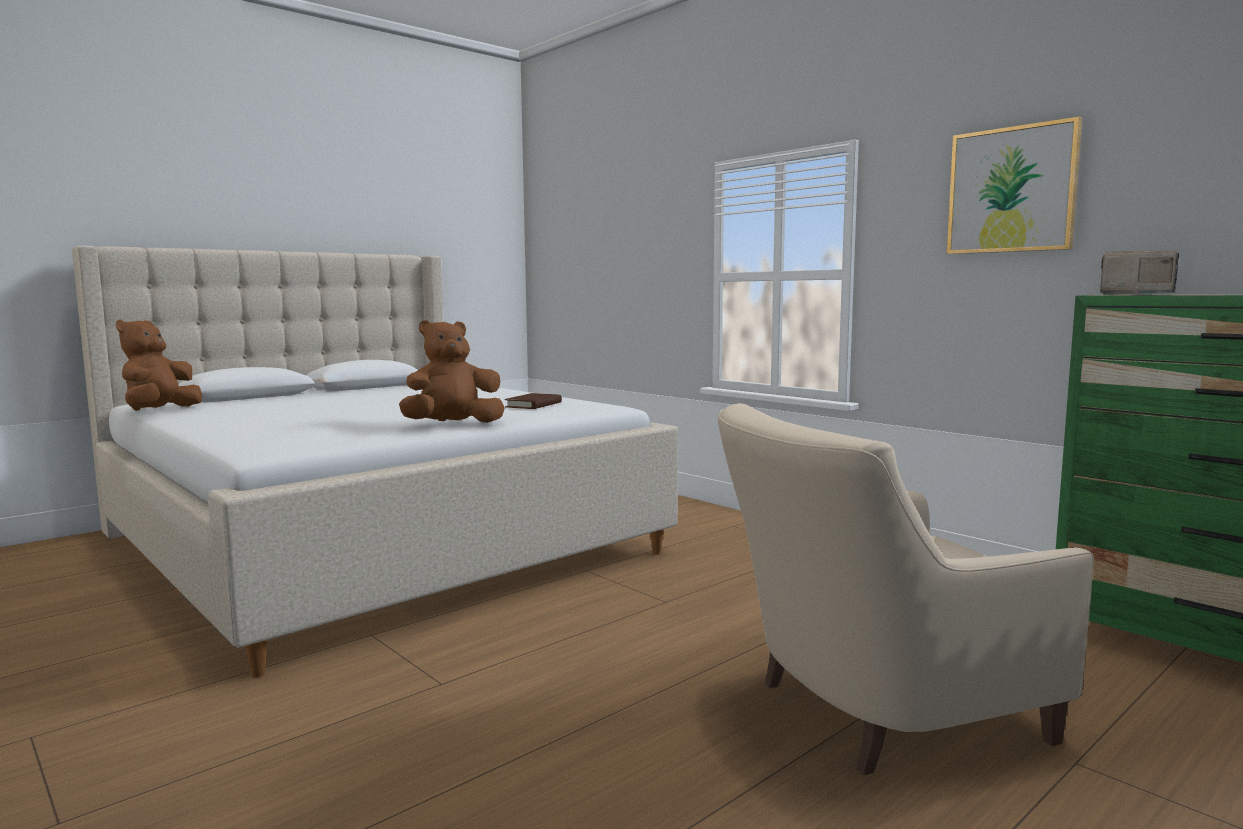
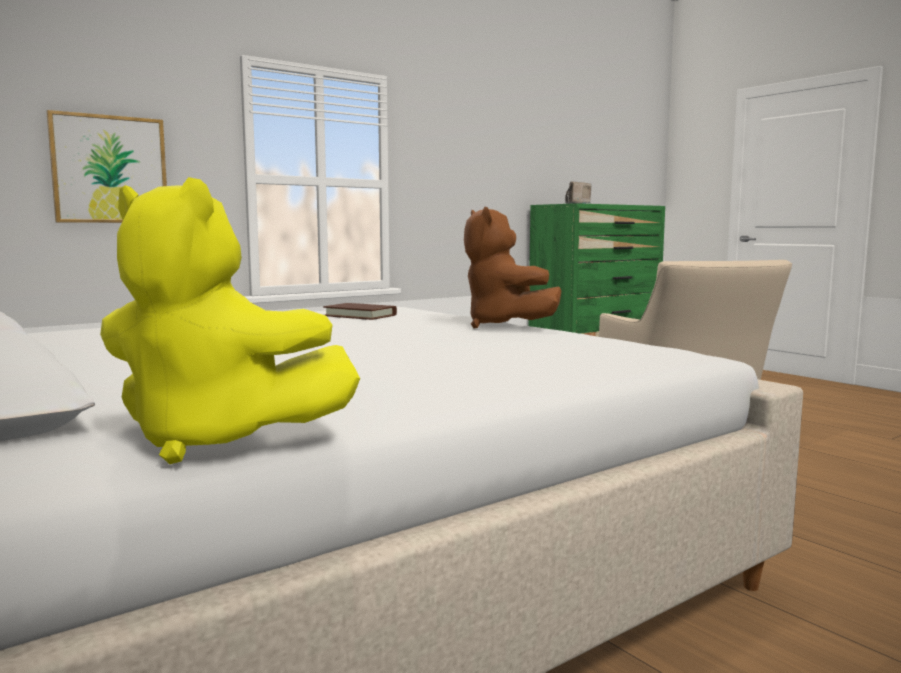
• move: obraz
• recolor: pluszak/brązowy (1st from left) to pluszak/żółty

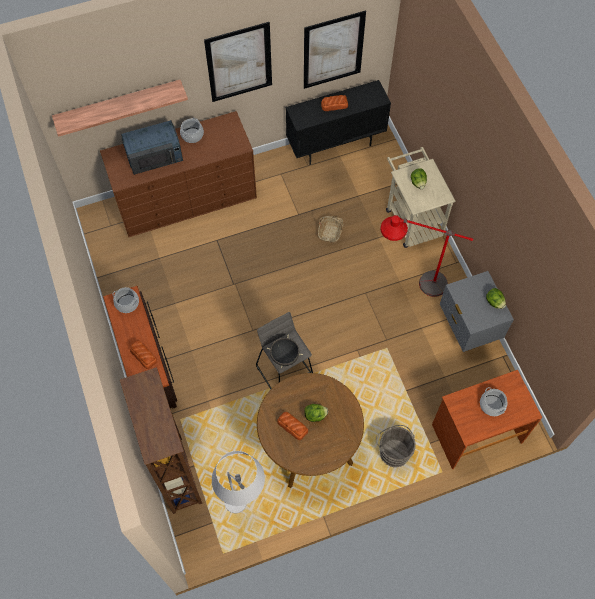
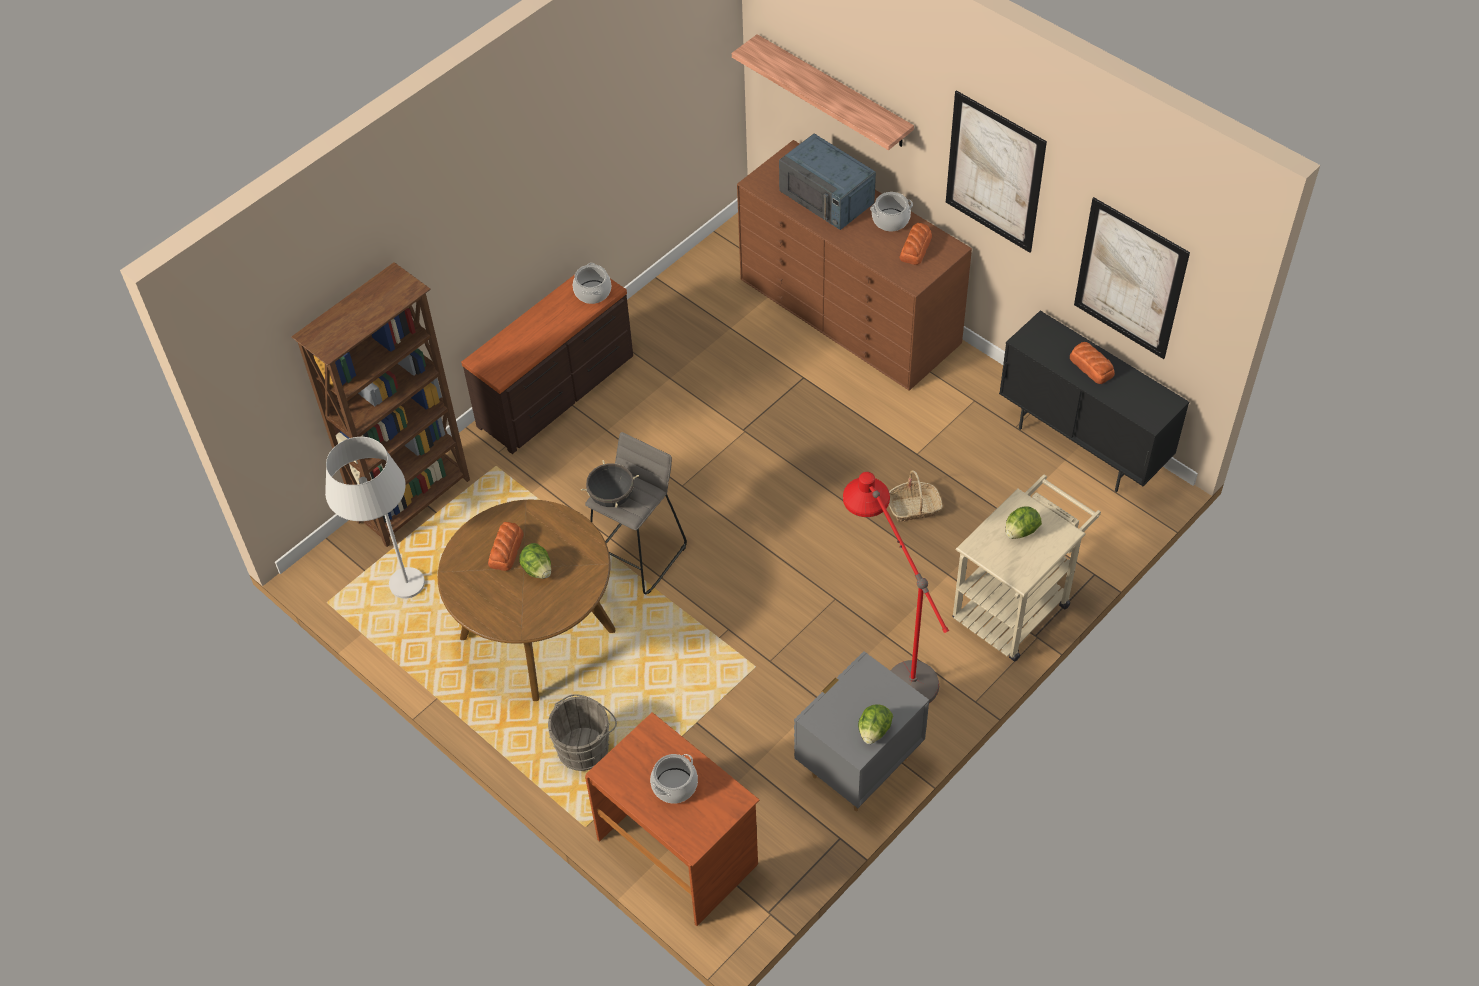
• move: chleb (1st from left in the first image) to chleb (2nd from left)

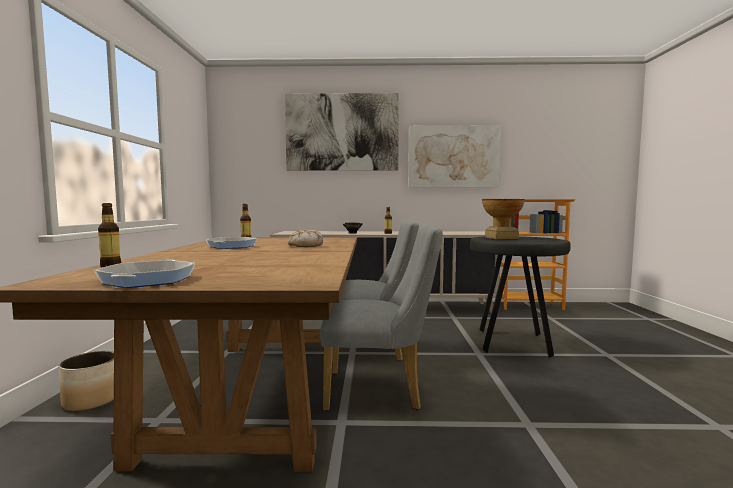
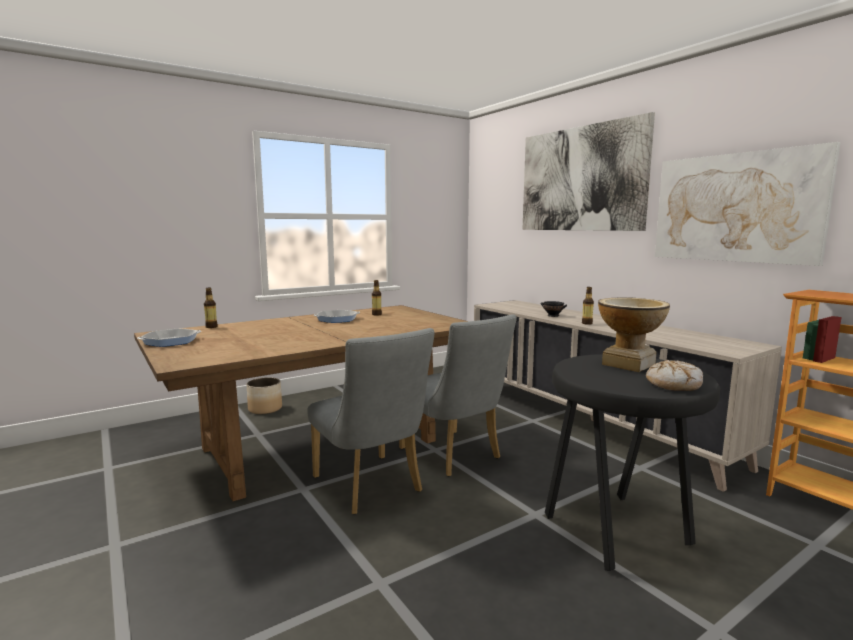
• move: chleb

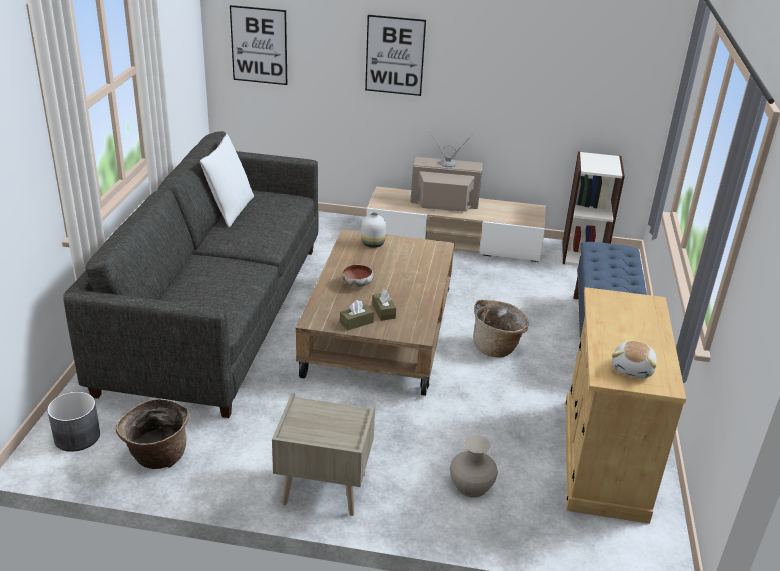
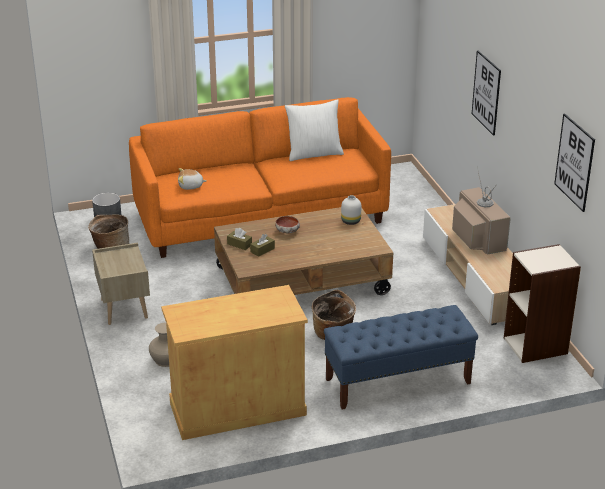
• move: obraz (1st from left in the first image) to obraz (2nd from left)
• recolor: kanapa/szary to kanapa/pomarańczowy
• move: pluszak

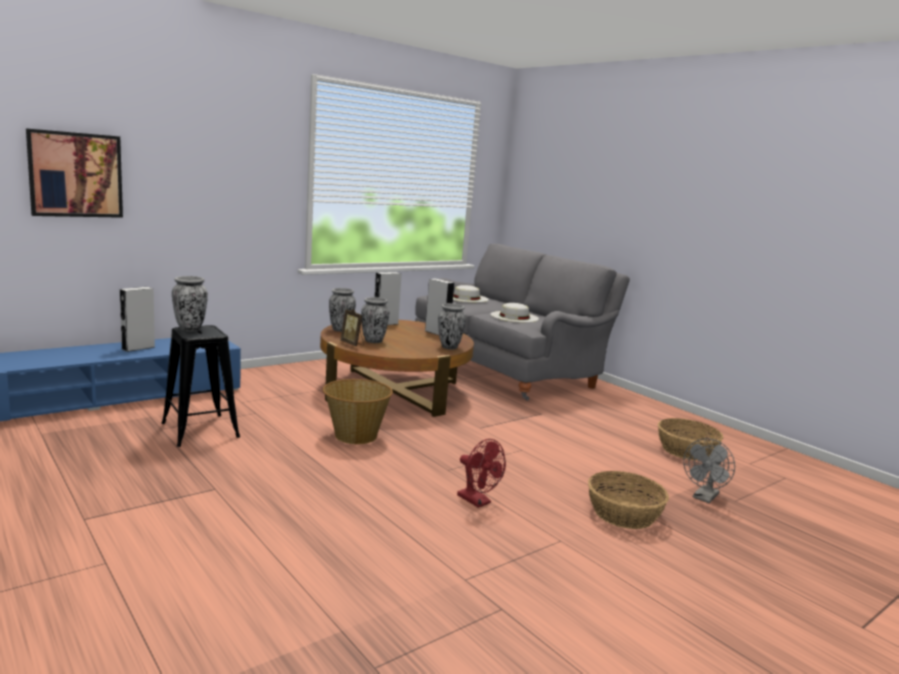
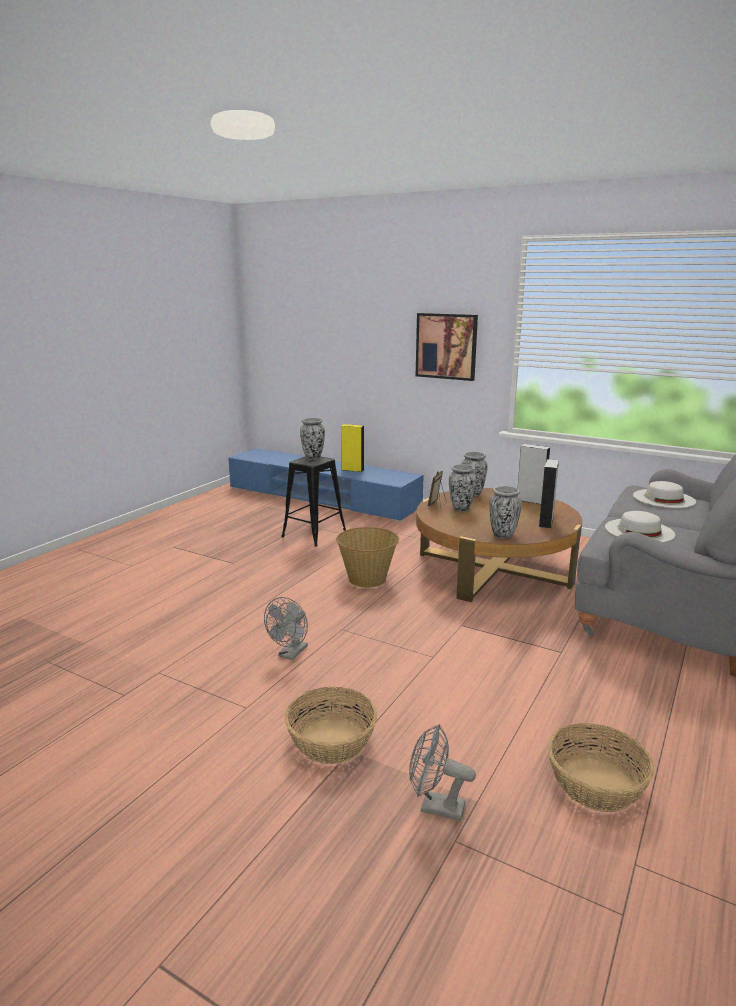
• move: obraz
• recolor: głośnik/szary (1st from left) to głośnik/żółty
• recolor: wentylator/czerwony to wentylator/szary (1st from left)

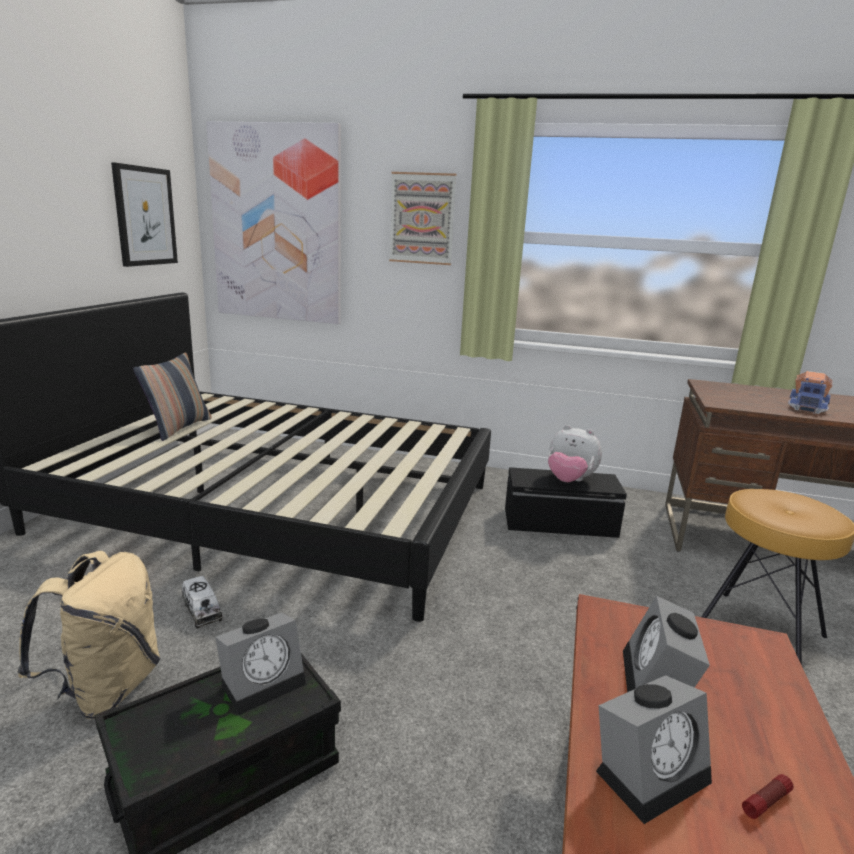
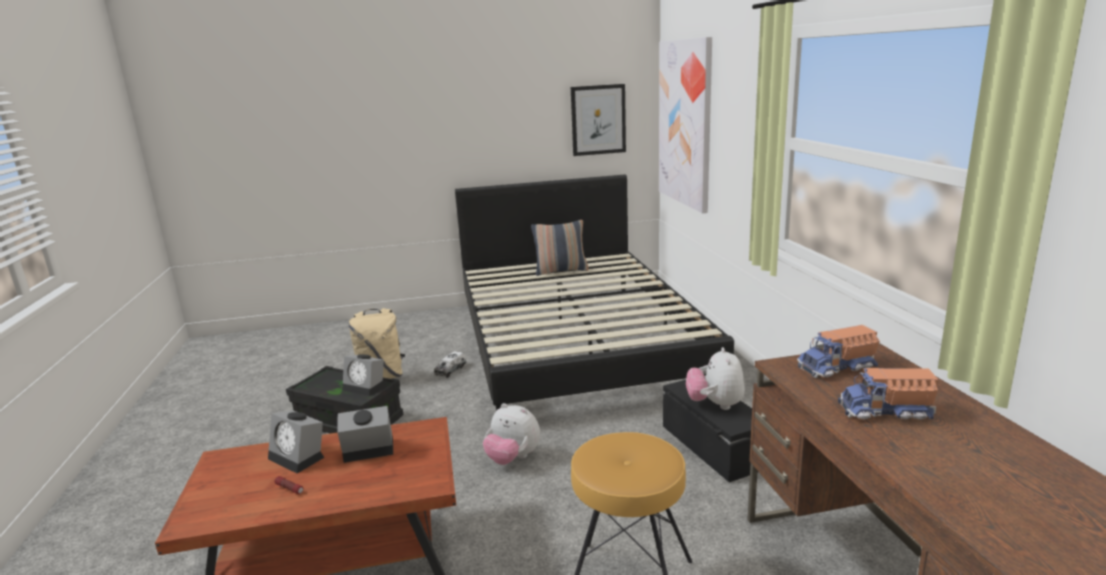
• delete: obraz (3rd from left)
• insert: ciężarówka zabawkowa (2nd from left)
• insert: pluszak (1st from left)

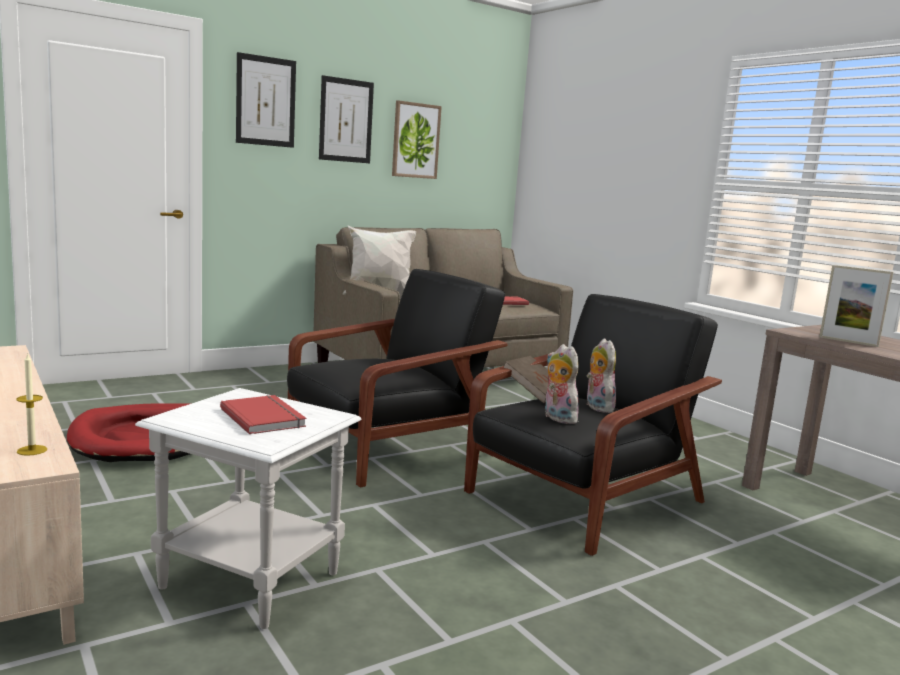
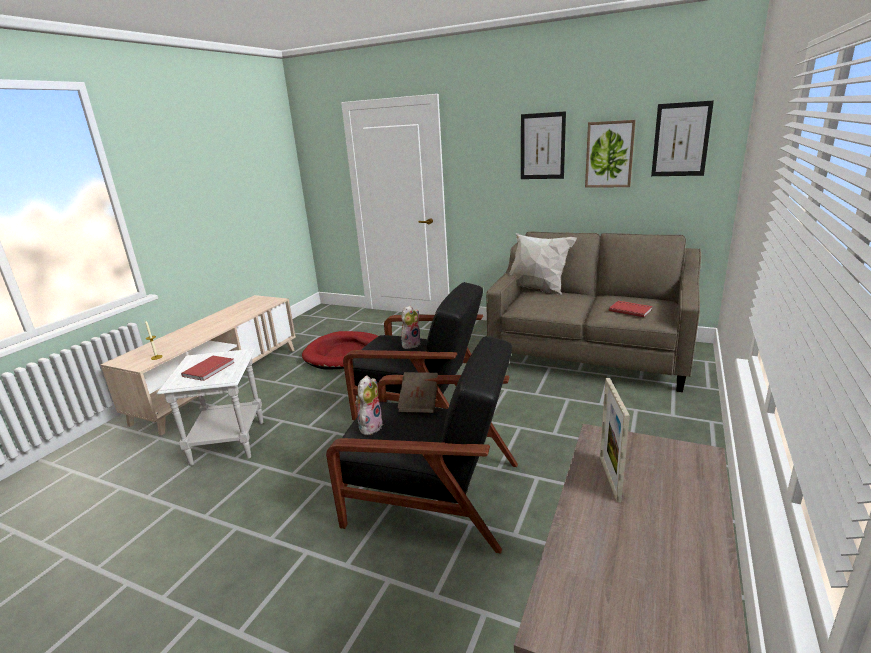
• move: obraz (1st from left in the first image) to obraz (3rd from left)
• move: pluszak (2nd from left)

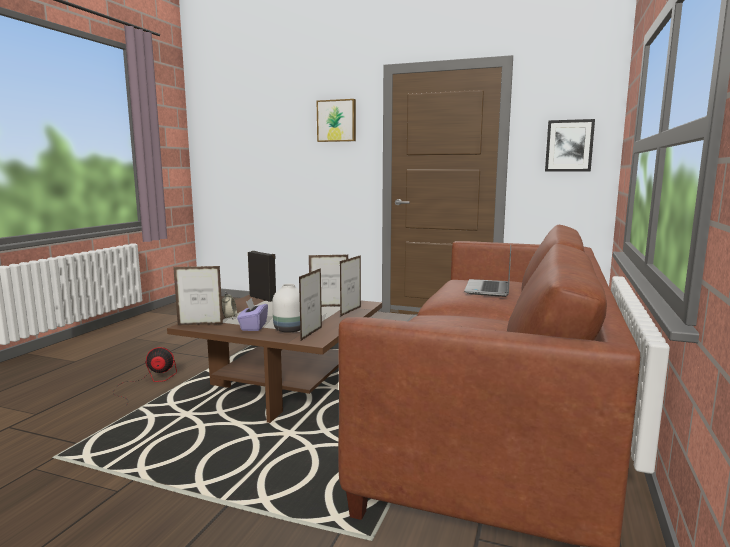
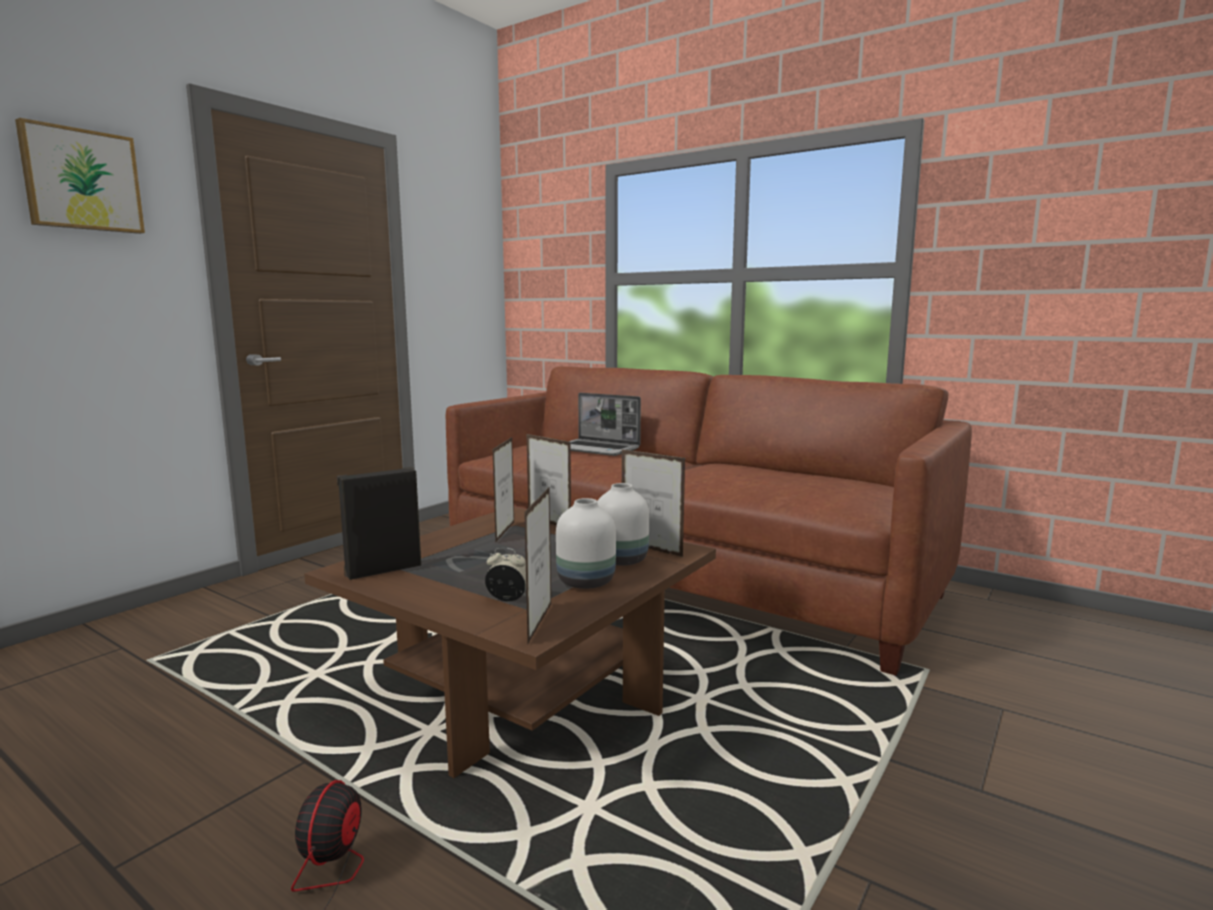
• delete: obraz (2nd from left)
• replace: pudełko chusteczek/fioletowy to wazon/biały (1st from left)

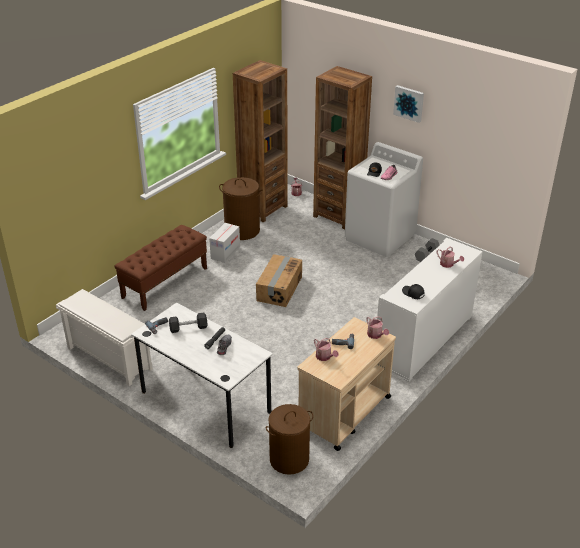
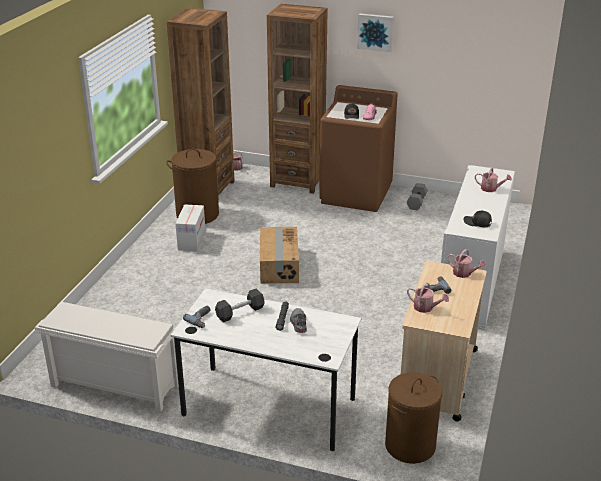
• recolor: pralka/biały to pralka/brązowy
• delete: ławka/brązowy

